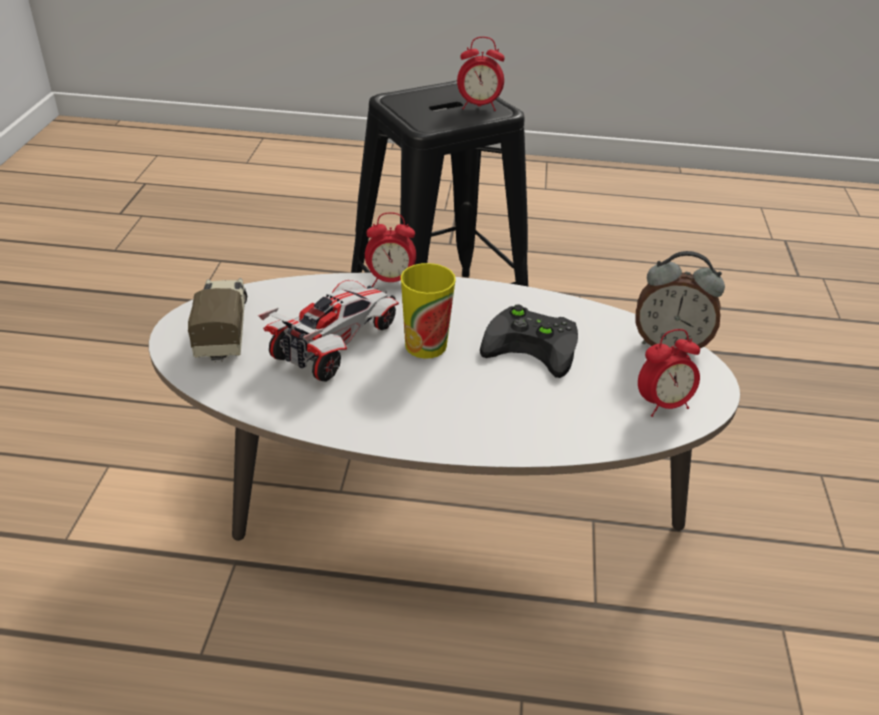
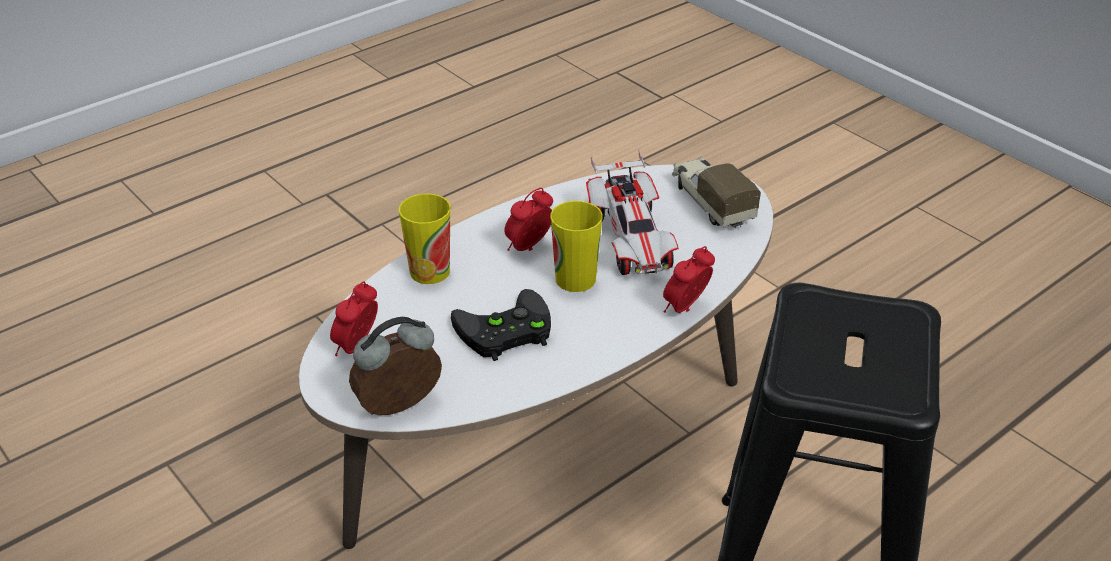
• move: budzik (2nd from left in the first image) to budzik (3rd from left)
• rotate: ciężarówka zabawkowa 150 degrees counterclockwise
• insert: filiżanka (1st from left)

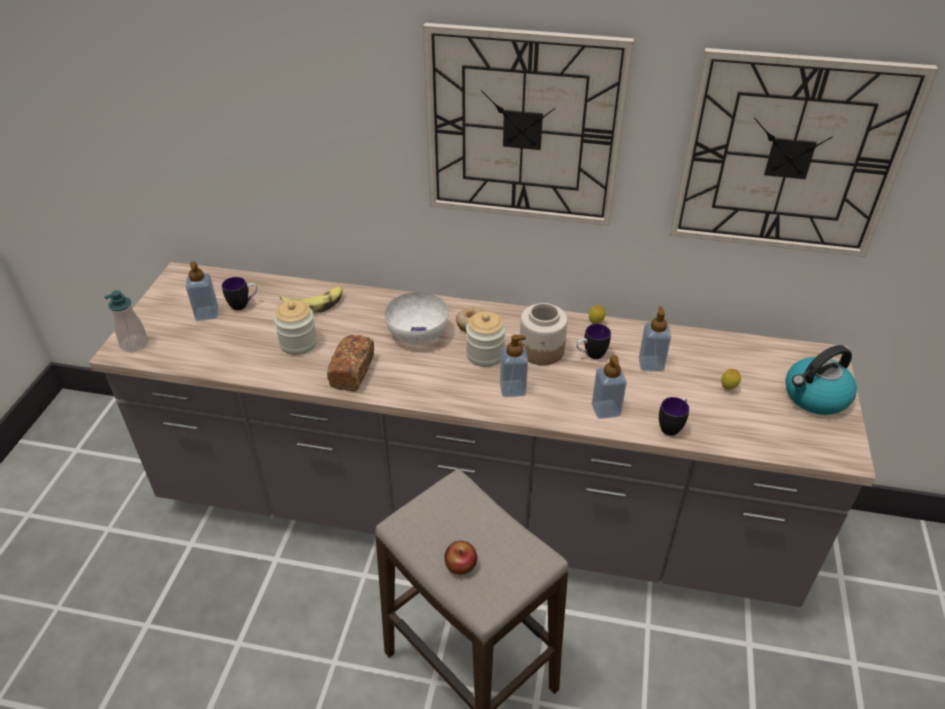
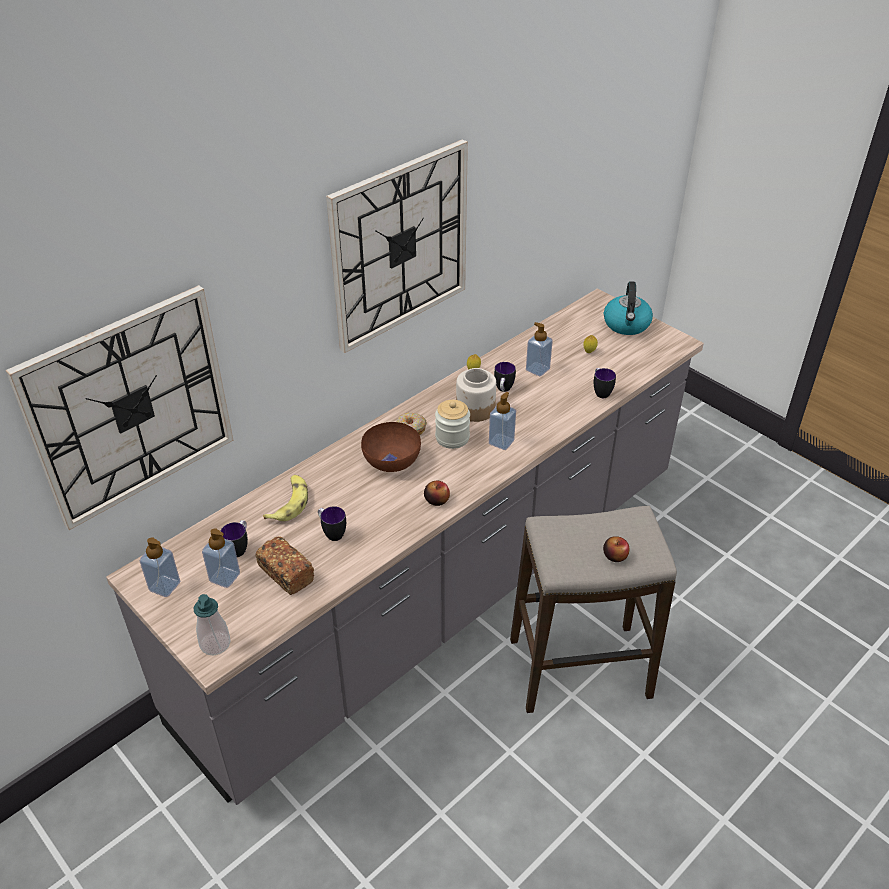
• move: zegar ścienny (2nd from left in the first image) to zegar ścienny (1st from left)
• recolor: miska/biały to miska/brązowy
• replace: słoik (1st from left) to kubek (2nd from left)
• move: chleb
• move: dozownik mydła (4th from left in the first image) to dozownik mydła (1st from left)
• insert: jabłko (1st from left)

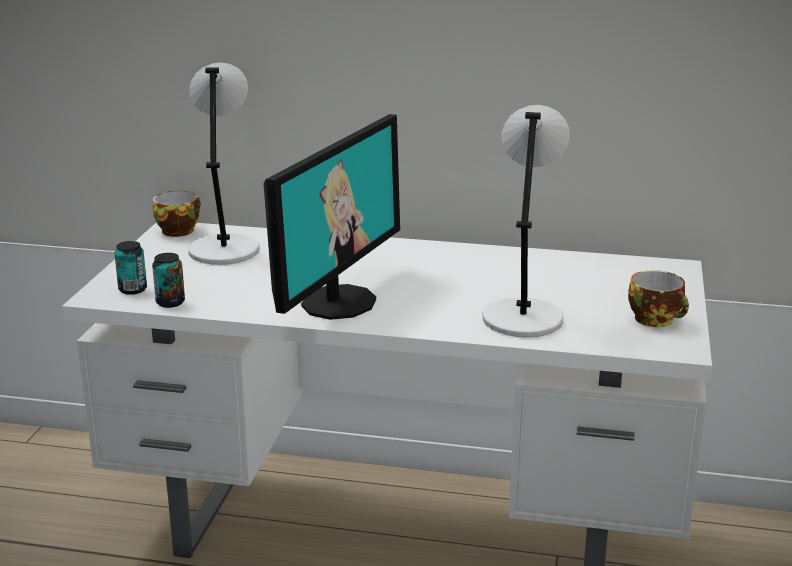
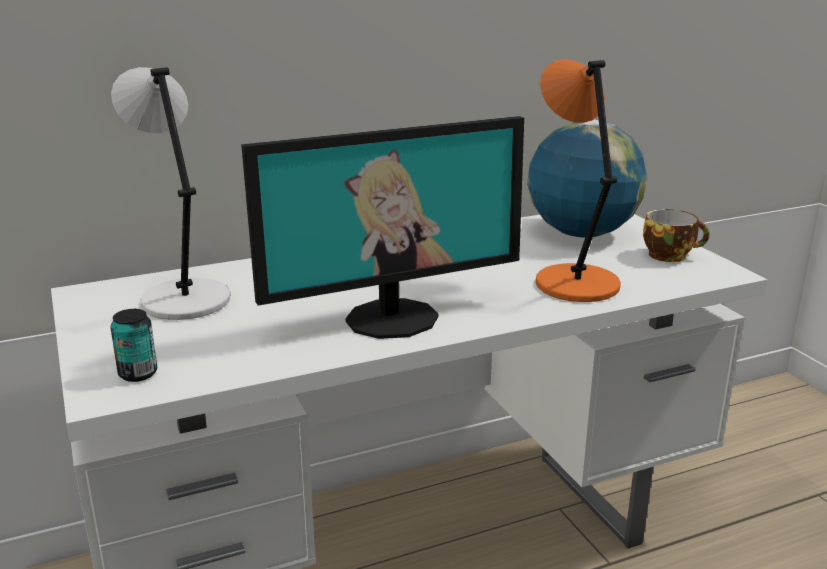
• recolor: lampa stołowa/szary (2nd from left) to lampa stołowa/pomarańczowy
• rotate: monitor 75 degrees clockwise
• delete: filiżanka (1st from left)
• delete: puszka (2nd from left)
• insert: globus

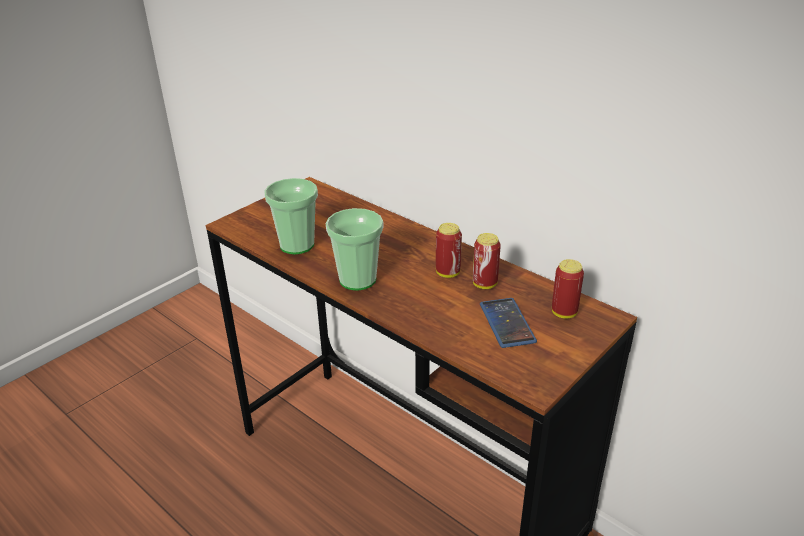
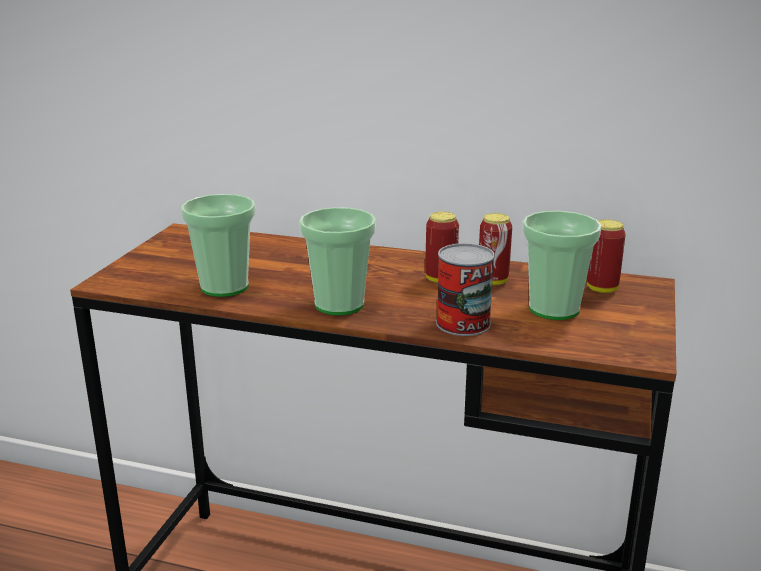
• replace: telefon to filiżanka (3rd from left)
• insert: puszka (2nd from left)

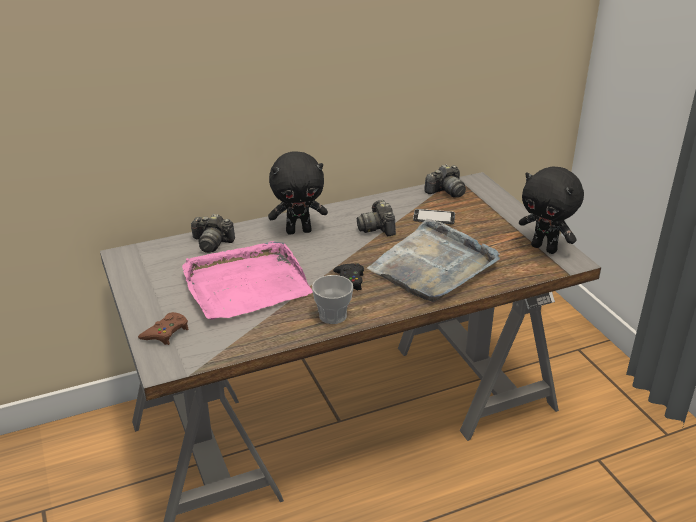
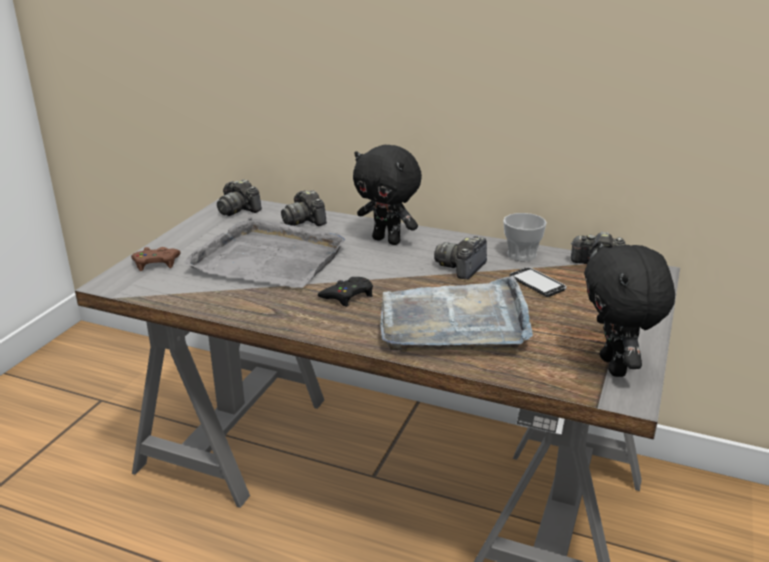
• recolor: taca/różowy to taca/szary (1st from left)
• move: filiżanka
• insert: aparat fotograficzny (1st from left)

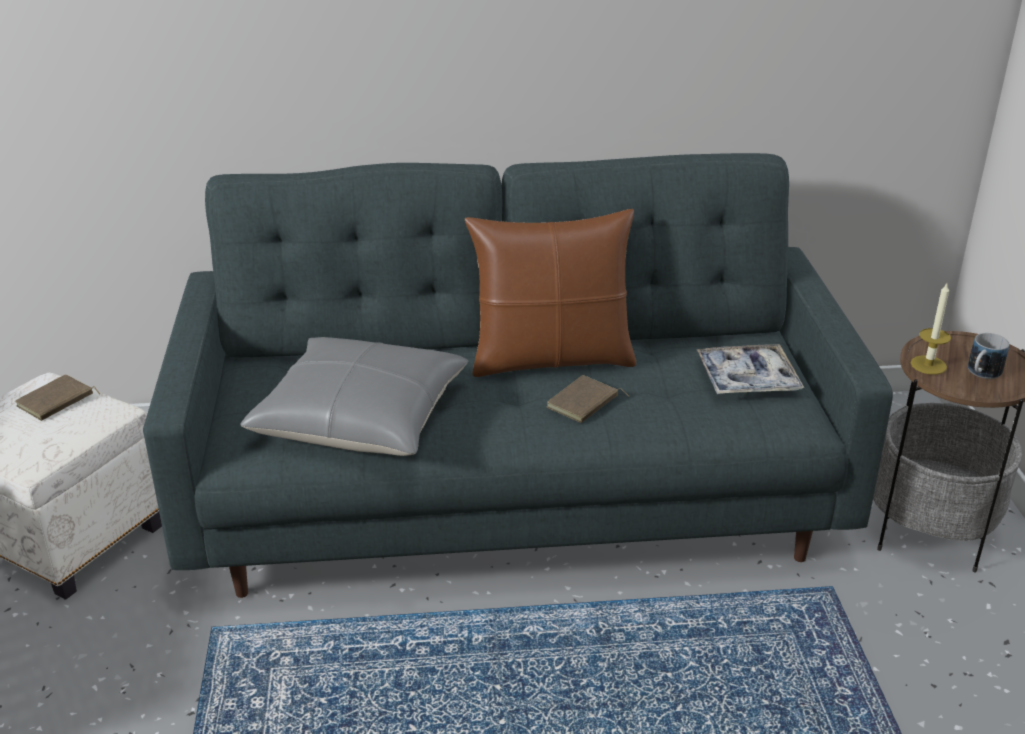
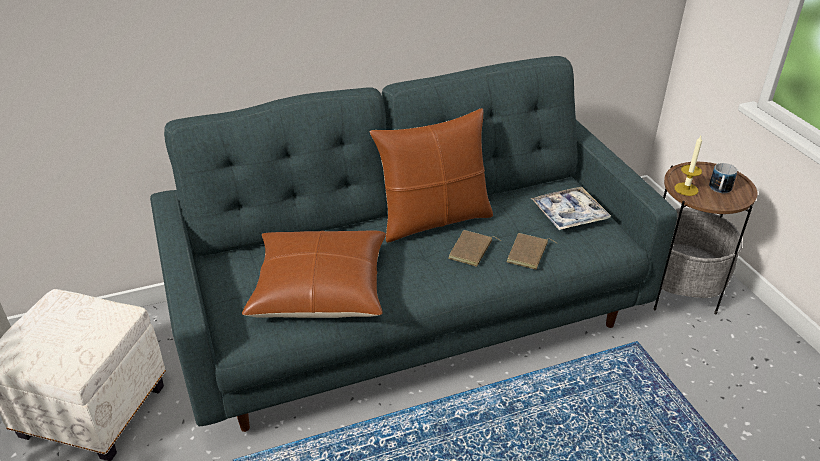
• recolor: poduszka/szary to poduszka/brązowy (1st from left)
• move: książka/brązowy (1st from left in the first image) to książka/brązowy (2nd from left)

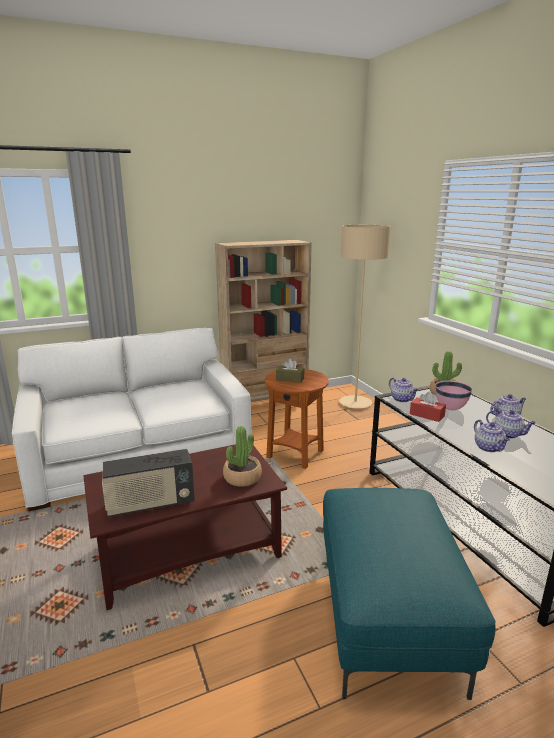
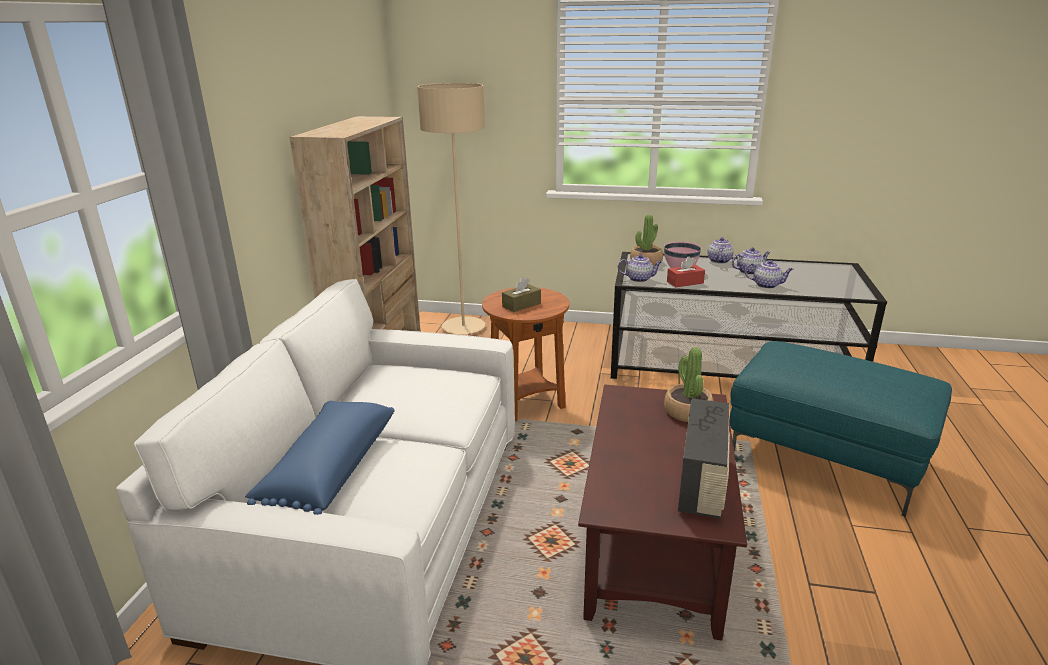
• insert: poduszka/niebieski

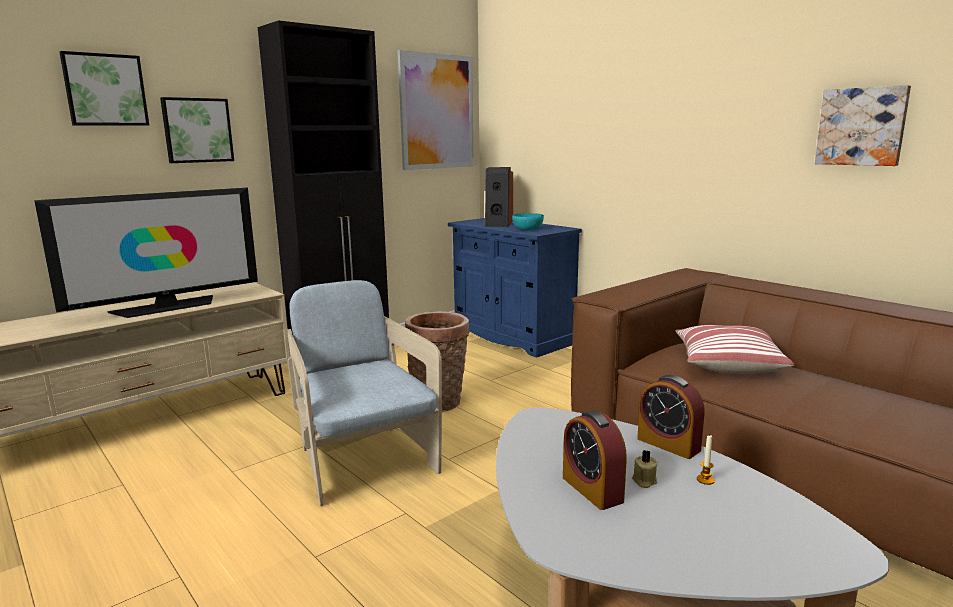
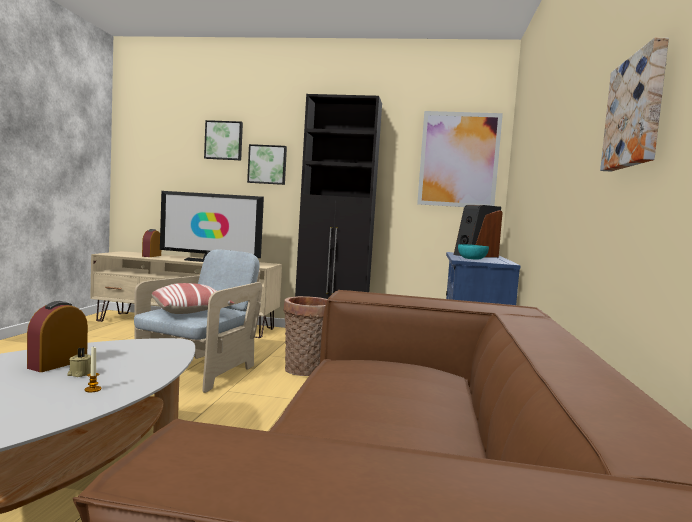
• move: poduszka
• move: budzik (2nd from left)

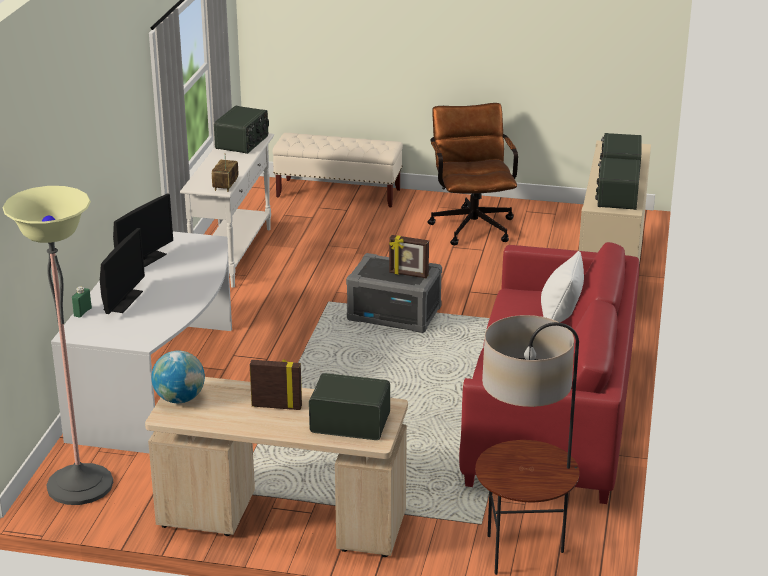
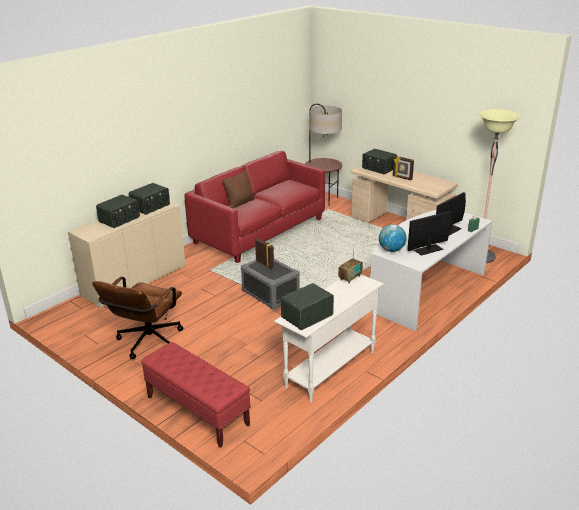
• recolor: ławka/beżowy to ławka/czerwony
• recolor: poduszka/biały to poduszka/brązowy
• move: globus

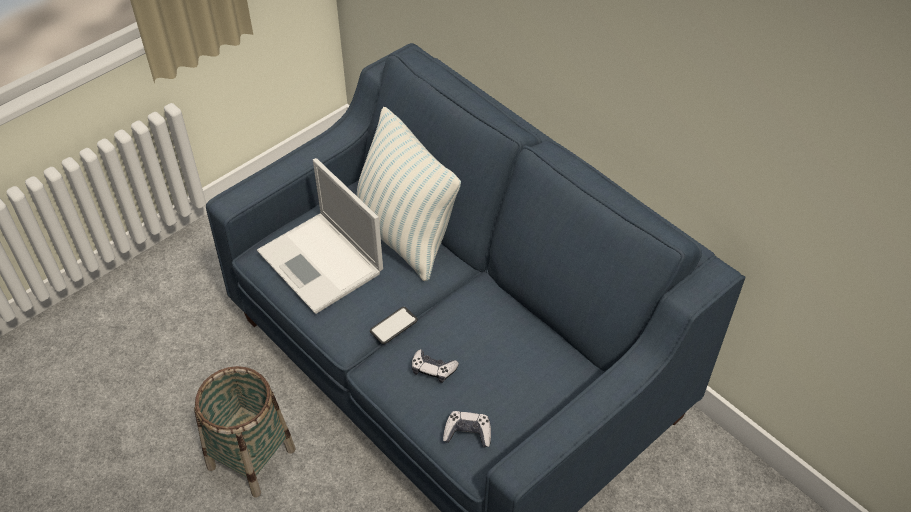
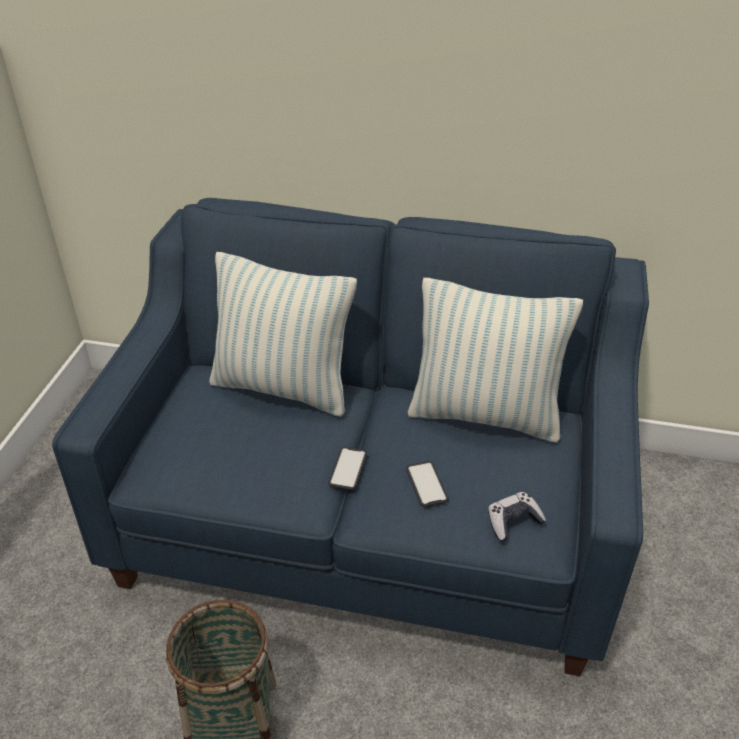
• delete: laptop
• replace: pad do gier (1st from left) to telefon (2nd from left)
• insert: poduszka (2nd from left)

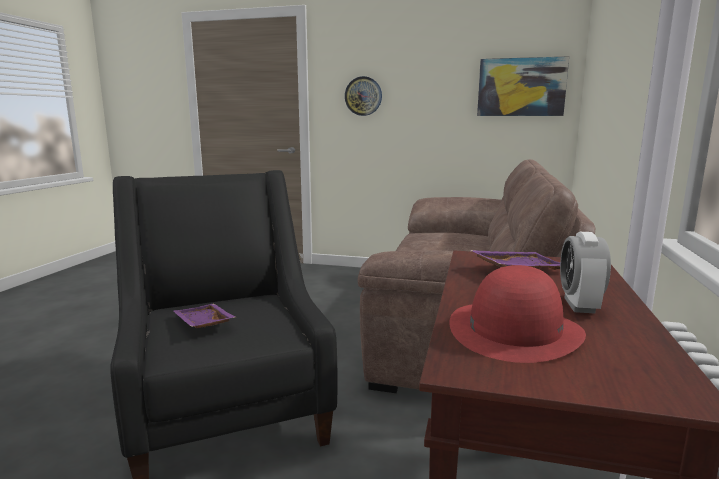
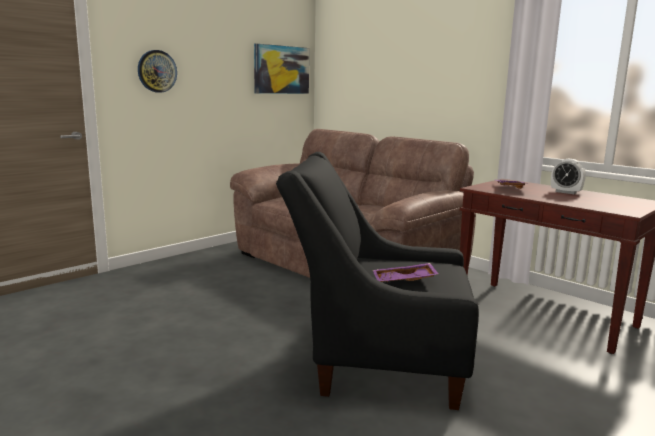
• delete: kapelusz/czerwony

